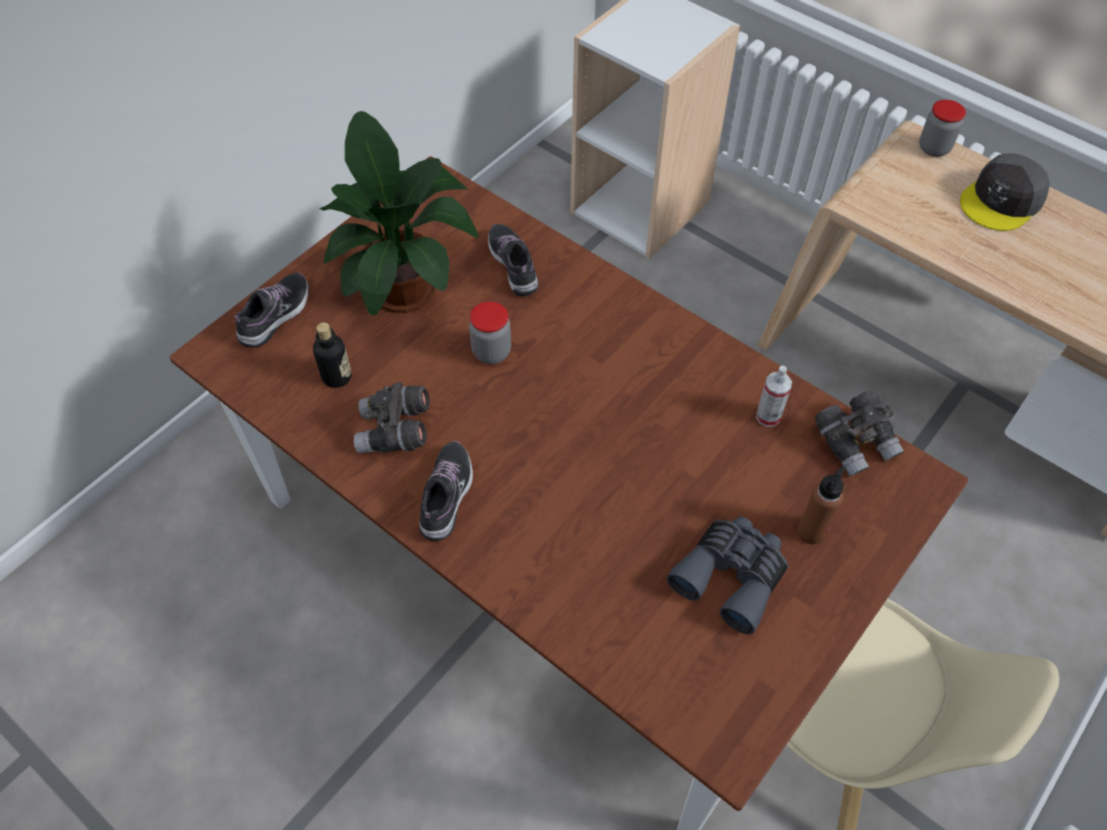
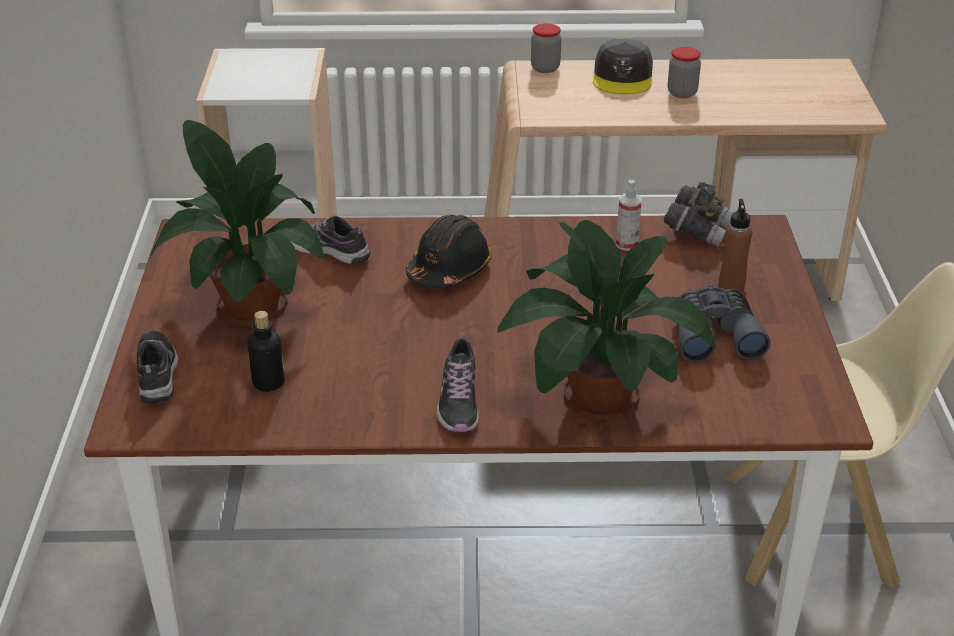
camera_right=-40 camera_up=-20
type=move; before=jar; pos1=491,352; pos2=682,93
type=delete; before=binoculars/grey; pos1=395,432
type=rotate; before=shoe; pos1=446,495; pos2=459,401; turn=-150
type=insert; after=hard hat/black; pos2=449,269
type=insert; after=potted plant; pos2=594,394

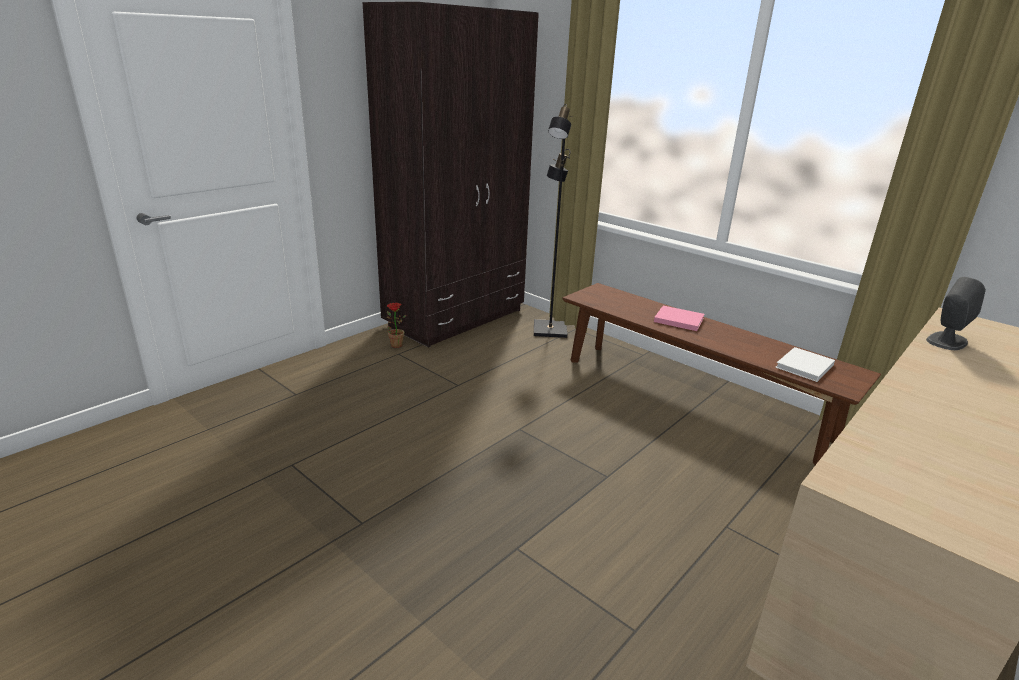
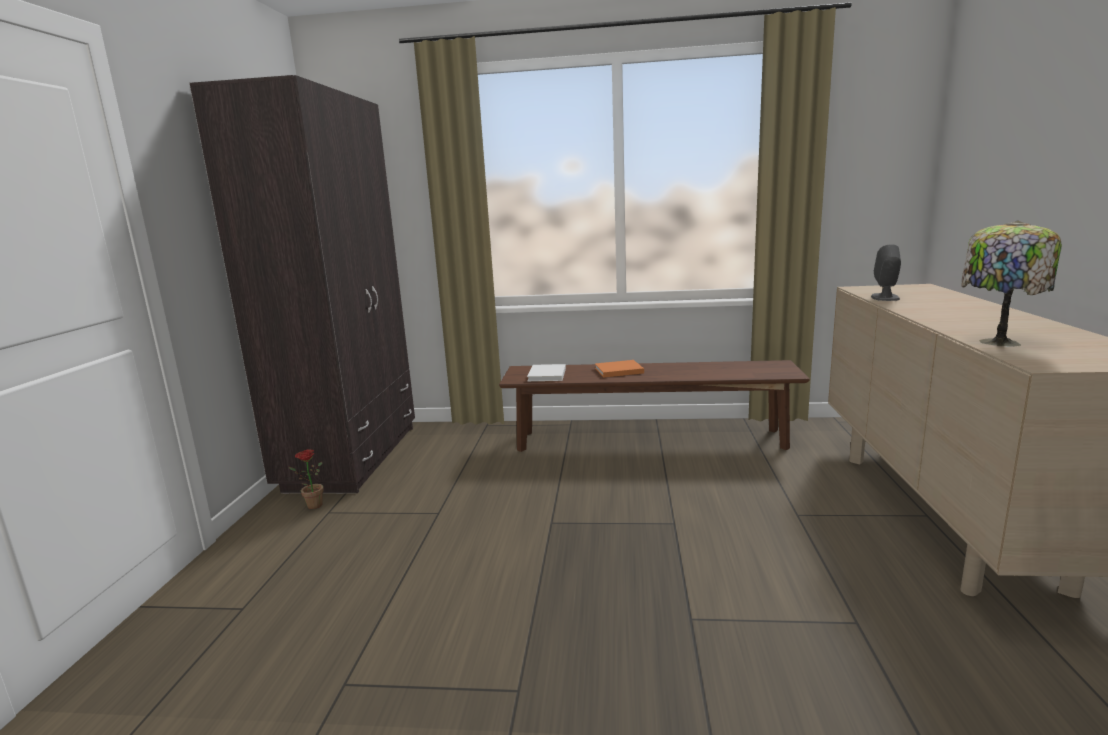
camera_right=-35 camera_up=-10
type=delete; before=floor lamp/black; pos1=550,329
type=recolor; before=book/pink; after=book/orange; pos1=677,319; pos2=617,370
type=move; before=book/white; pos1=804,367; pos2=547,375
type=insert; after=table lamp; pos2=996,342

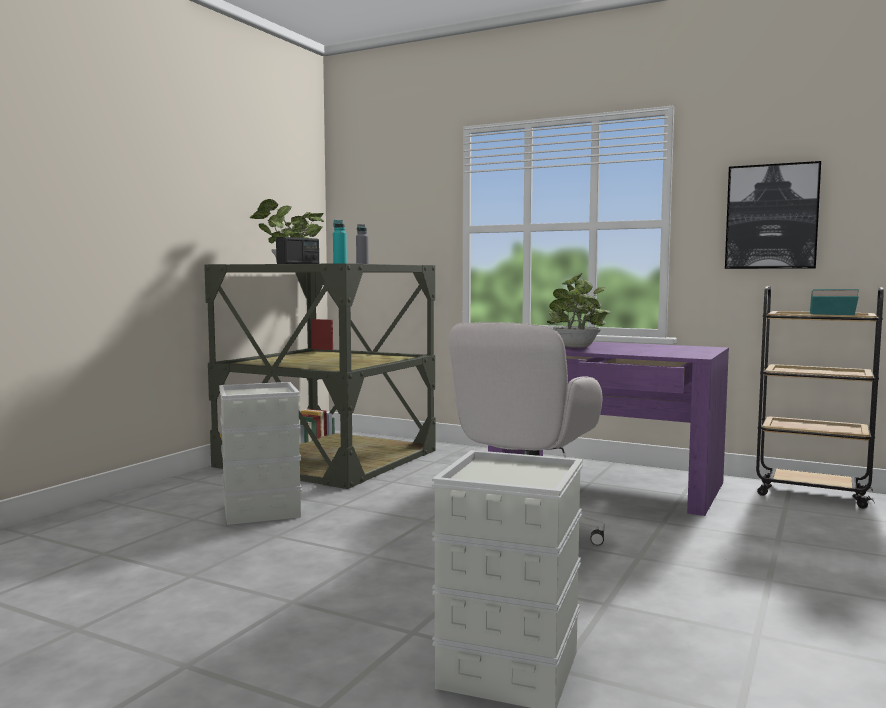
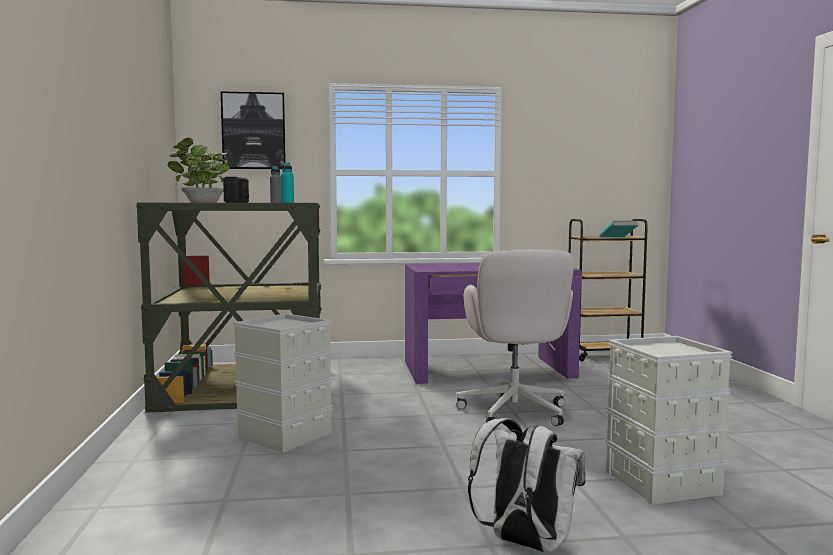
camera_right=-35 camera_up=0
type=move; before=picture; pos1=772,217; pos2=253,131
type=delete; before=potted plant; pos1=576,347
type=insert; after=backpack/white; pos2=525,544

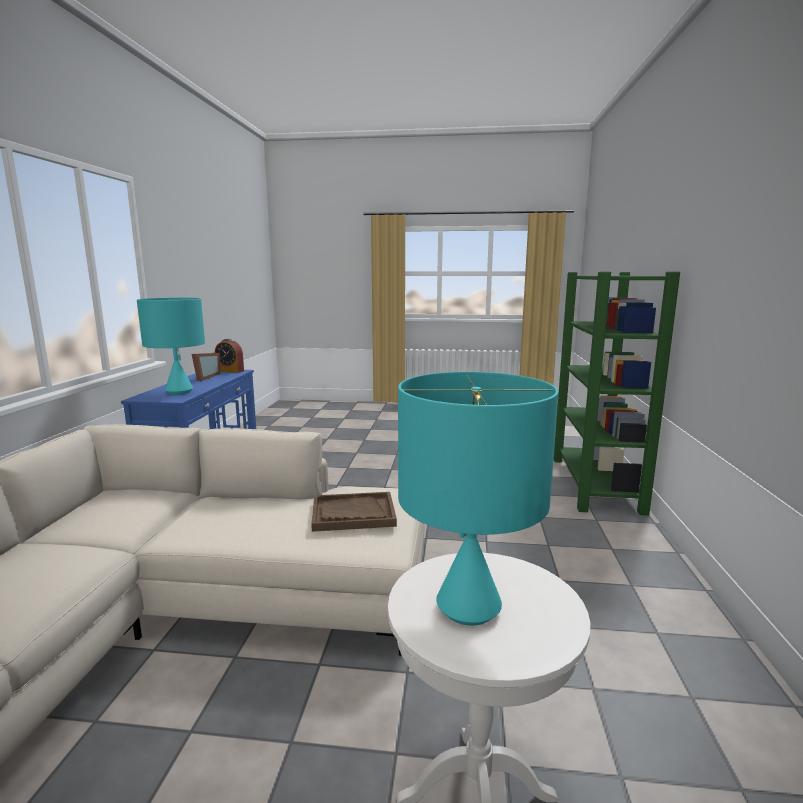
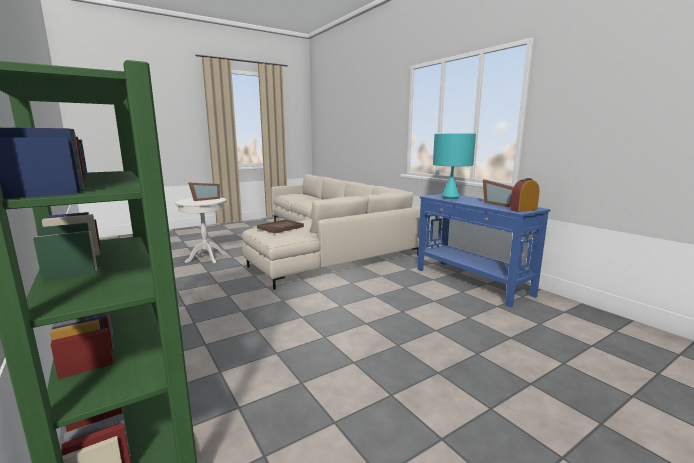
camera_right=140 camera_up=0
type=replace; before=table lamp/turquoise; after=picture frame; pos1=468,609; pos2=204,199

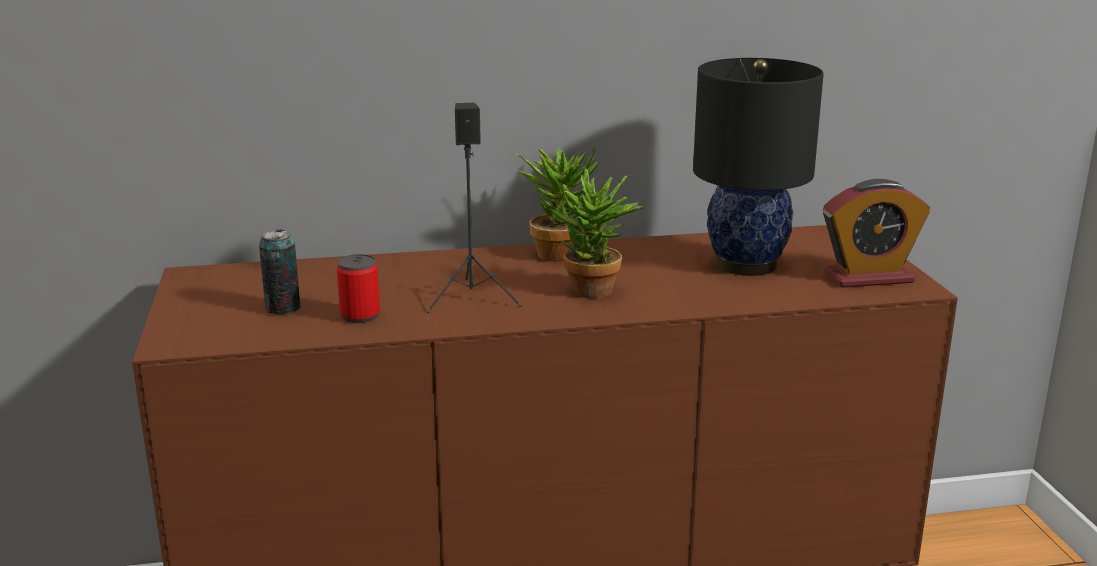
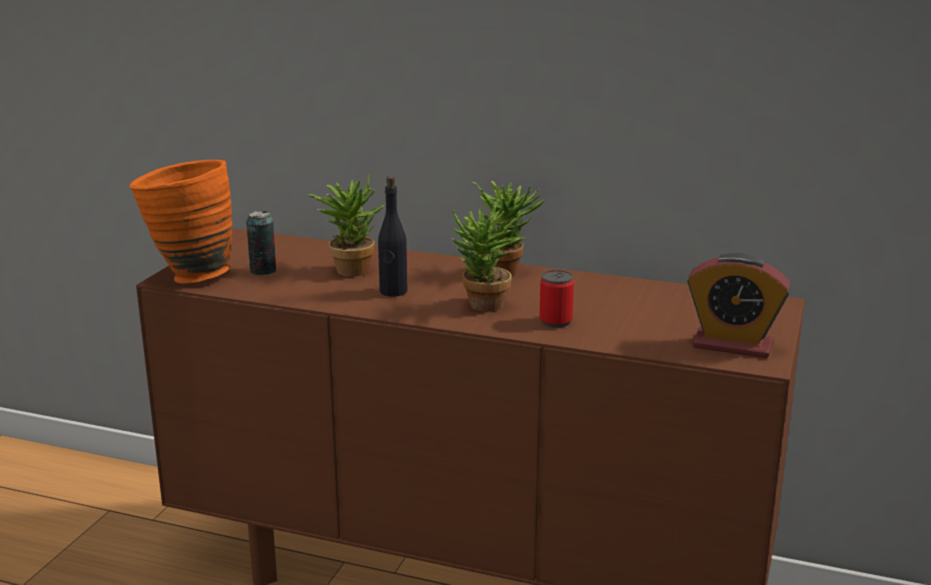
camera_right=30 camera_up=0
type=delete; before=table lamp/black; pos1=746,265
type=replace; before=speaker/black; after=bottle/black; pos1=473,299; pos2=393,292
type=move; before=can; pos1=360,316; pos2=555,321
type=insert; after=vase/orange; pos2=188,276
type=insert; after=potted plant; pos2=349,268

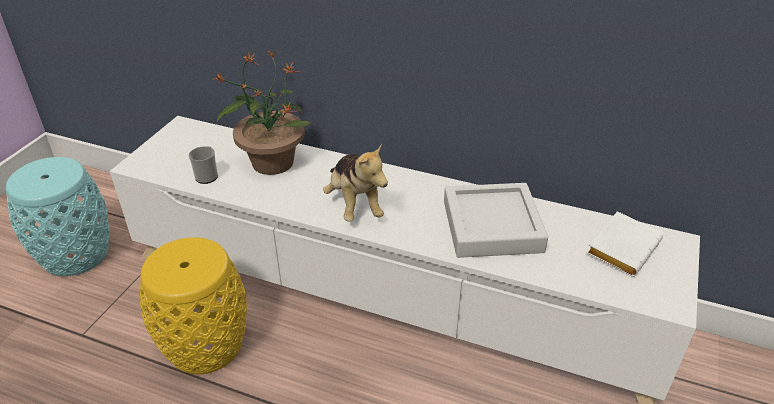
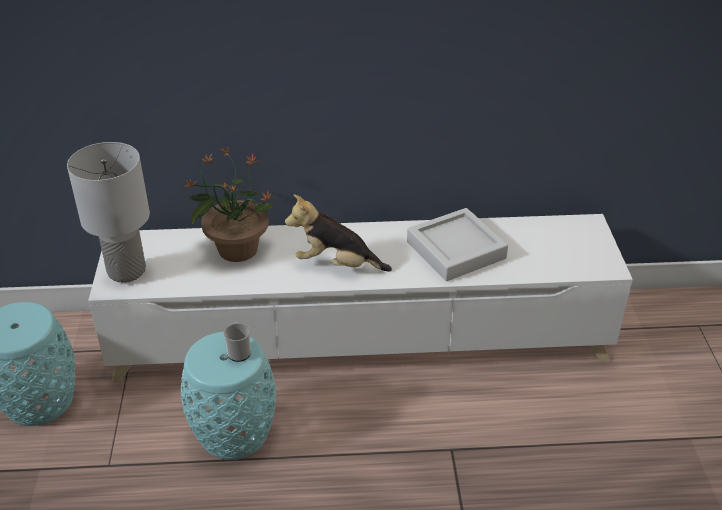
camera_right=-25 camera_up=0
type=rotate; before=plush toy; pos1=354,204; pos2=337,264; turn=150
type=move; before=mug; pos1=207,175; pos2=239,351
type=delete; before=book/white; pos1=621,247
type=recolor; before=stool/yellow; after=stool/turquoise; pos1=206,345; pos2=234,433
type=insert; after=table lamp/grey; pos2=127,274

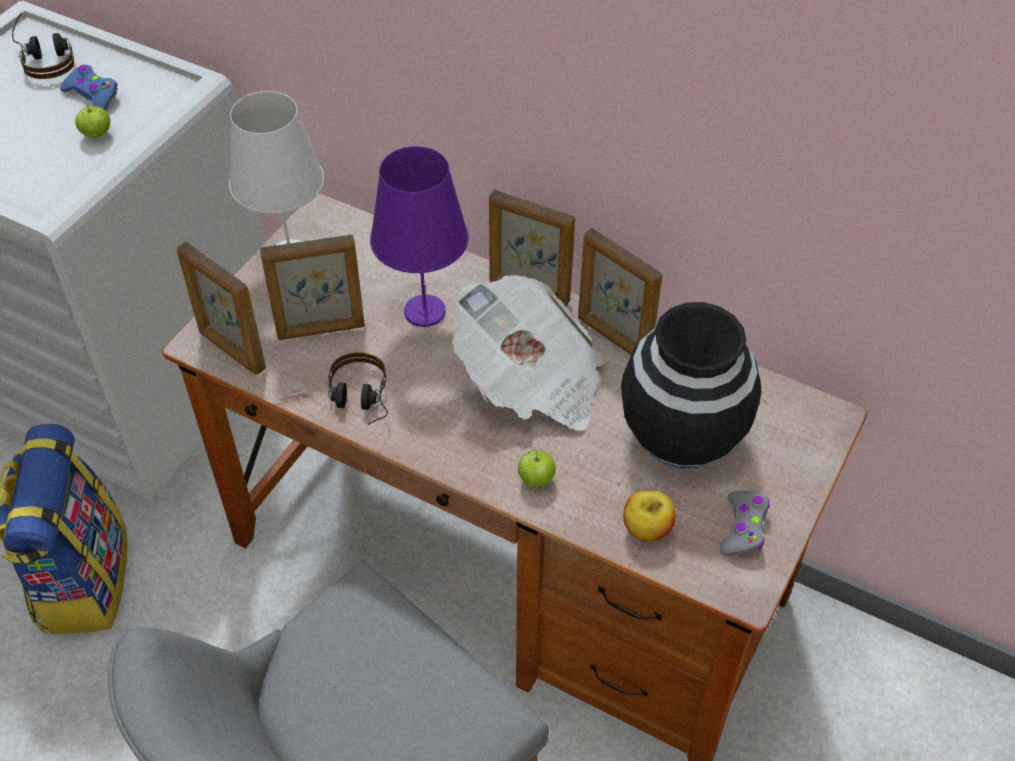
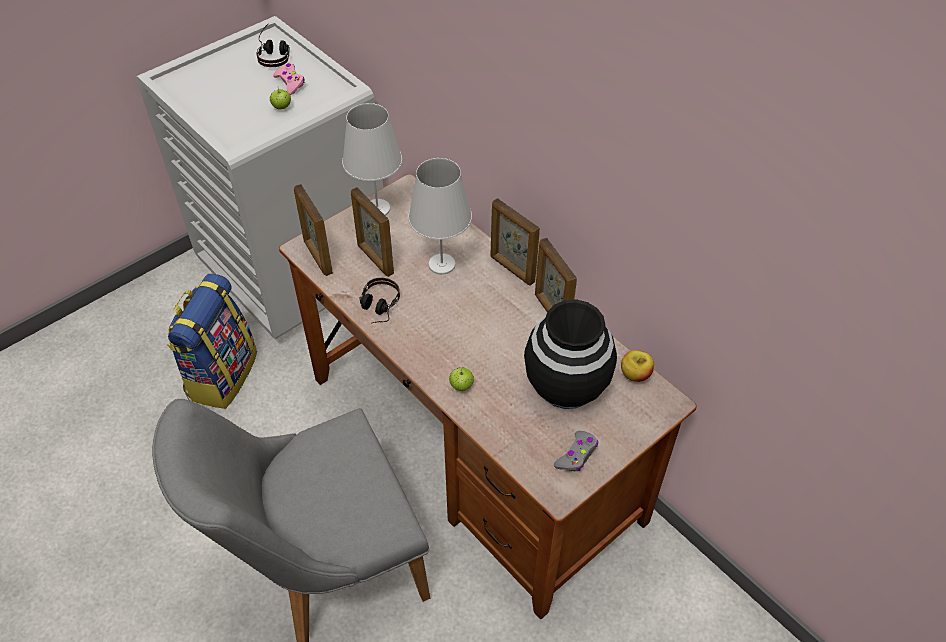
camera_right=20 camera_up=0
type=recolor; before=game controller/blue; after=game controller/pink; pos1=93,95; pos2=290,83
type=recolor; before=table lamp/purple; after=table lamp/white; pos1=425,311; pos2=442,264
type=rotate; before=picture frame; pos1=321,330; pos2=375,259; turn=45
type=delete; before=newspaper; pos1=531,381
type=move; before=apple; pos1=647,528; pos2=635,374

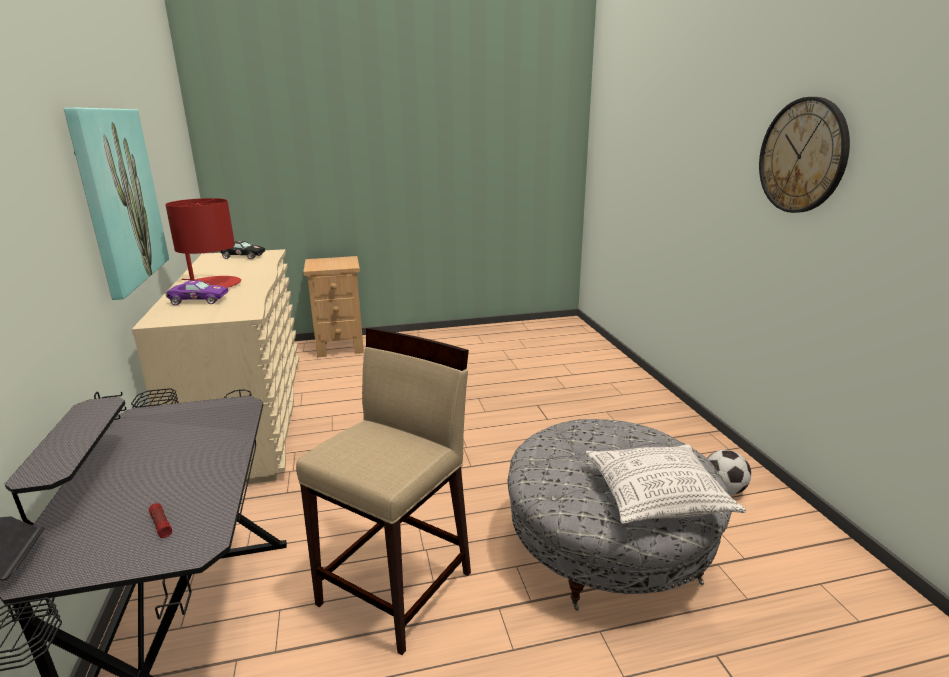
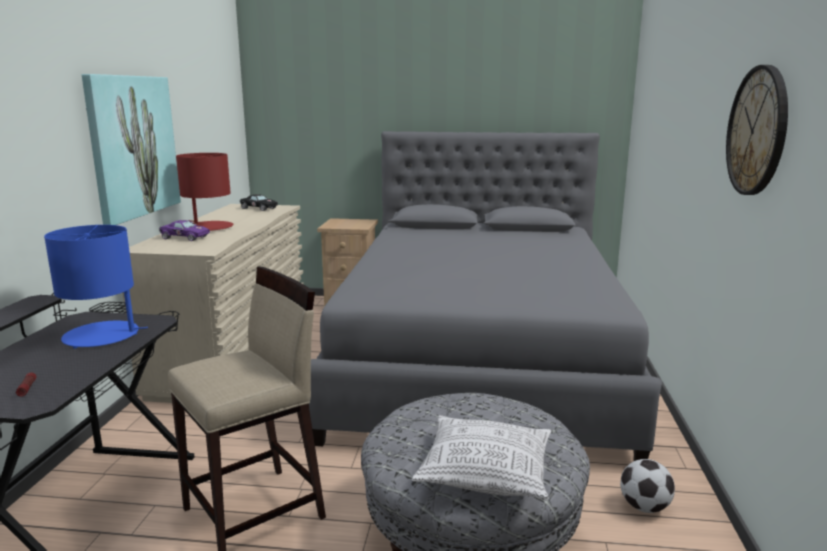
camera_right=20 camera_up=-5
type=insert; after=bed/grey; pos2=480,359
type=insert; after=table lamp/blue; pos2=102,336

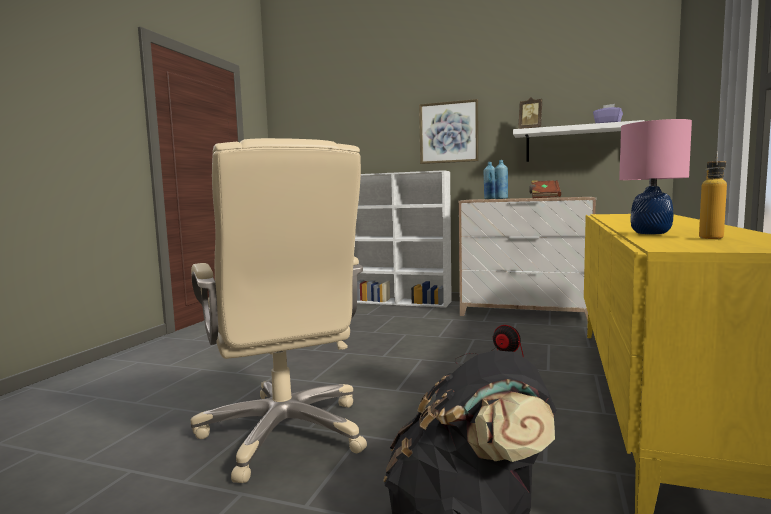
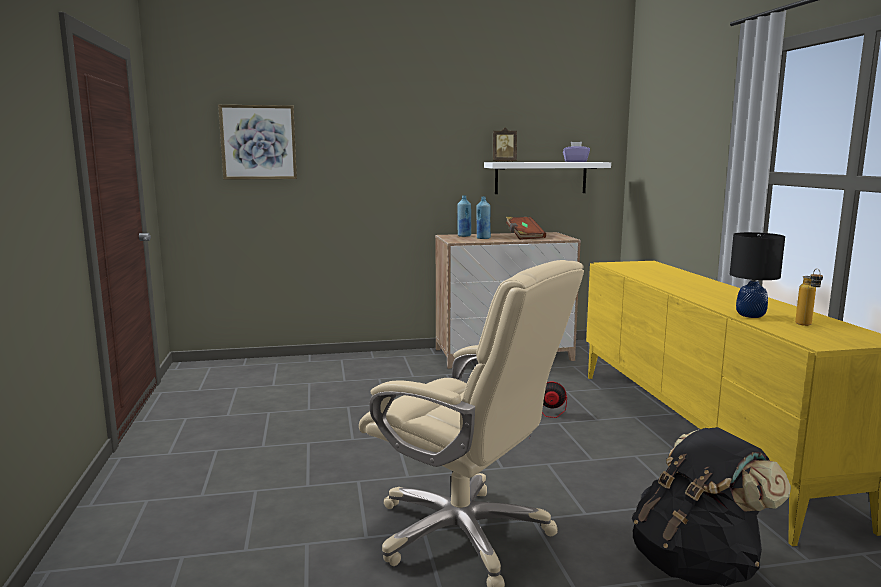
camera_right=-30 camera_up=5
type=move; before=picture; pos1=448,132; pos2=258,142
type=recolor; before=table lamp/pink; after=table lamp/black; pos1=650,233; pos2=750,316
type=delete; before=bookcase/white; pos1=400,302

